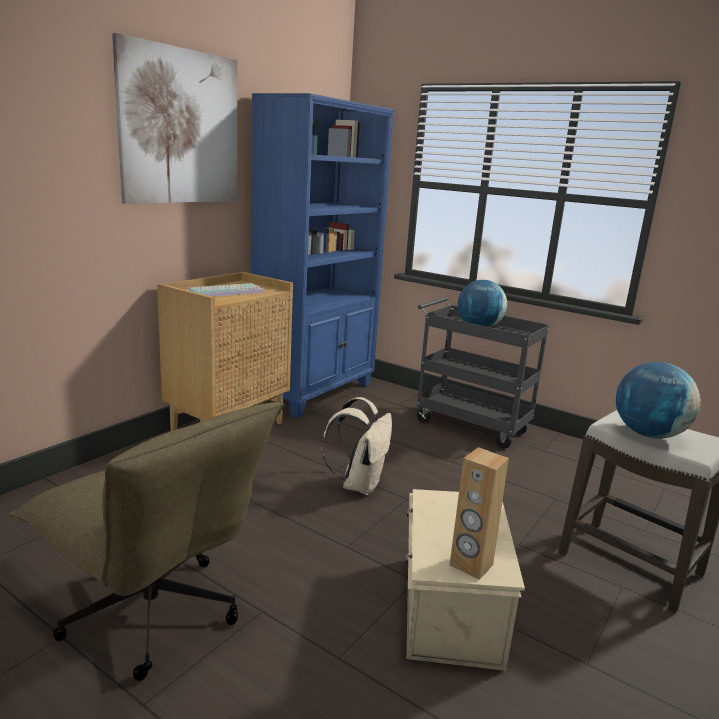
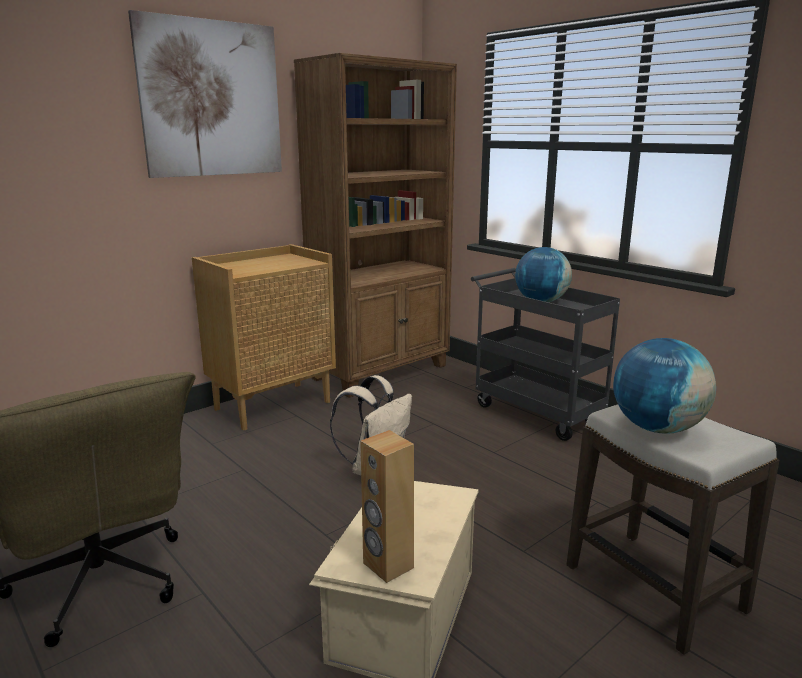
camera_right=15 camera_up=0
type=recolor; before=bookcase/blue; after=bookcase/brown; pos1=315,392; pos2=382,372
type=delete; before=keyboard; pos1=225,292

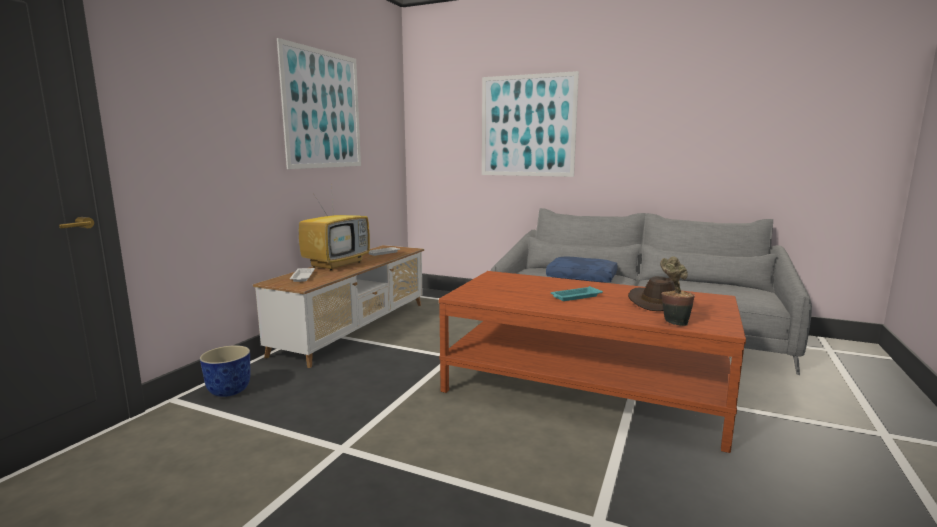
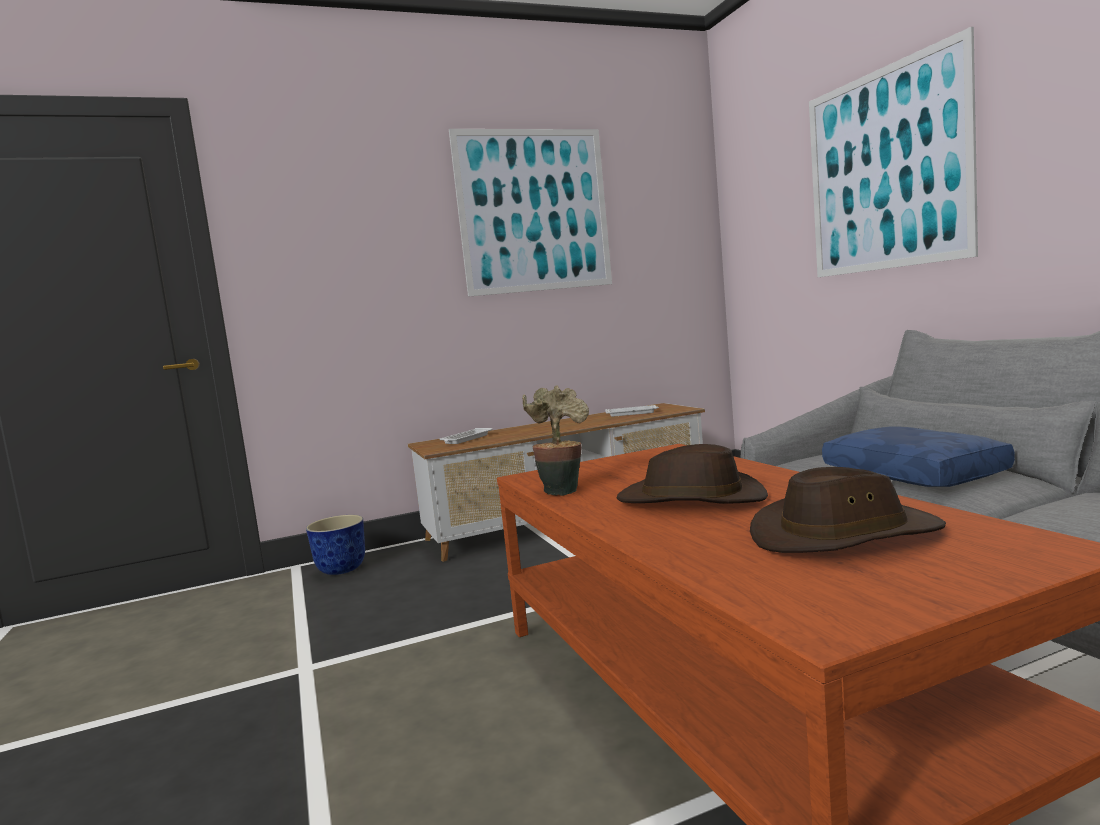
camera_right=45 camera_up=-5
type=delete; before=television; pos1=337,264
type=move; before=potted plant; pos1=673,322; pos2=561,490
type=replace; before=tray/turquoise; after=hat/brown; pos1=575,297; pos2=691,499

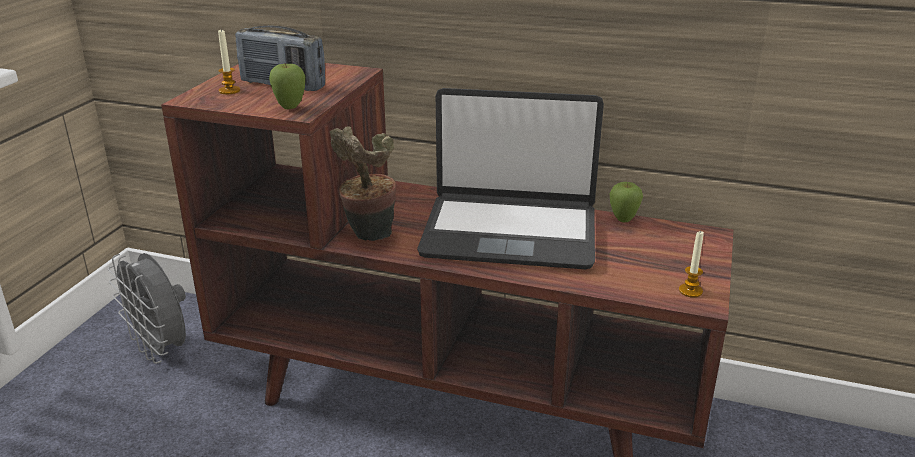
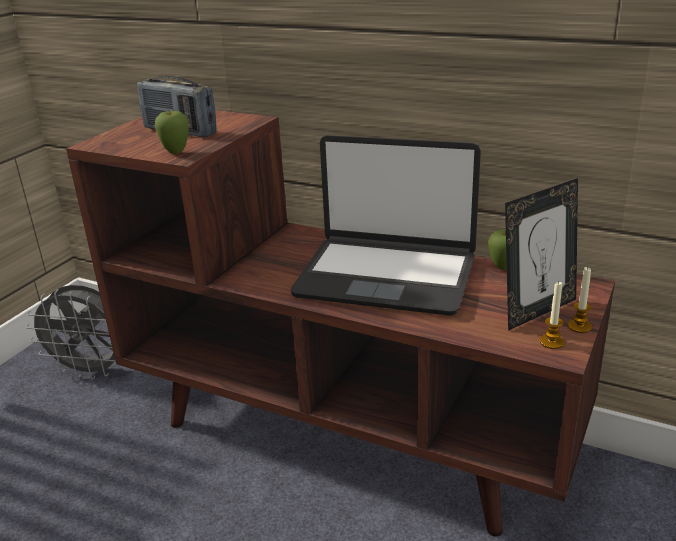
camera_right=10 camera_up=0
type=move; before=candle; pos1=229,91; pos2=579,326
type=delete; before=potted plant; pos1=368,236
type=rotate; before=fan/grey; pos1=161,350; pos2=93,370; turn=-45
type=insert; after=picture frame; pos2=537,311

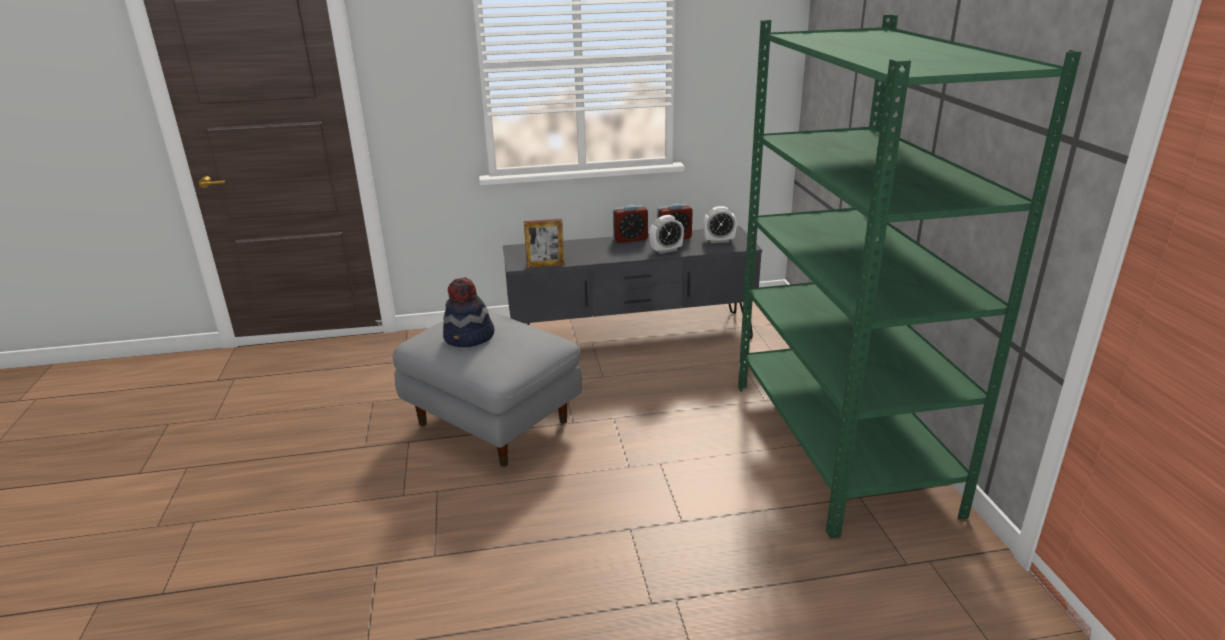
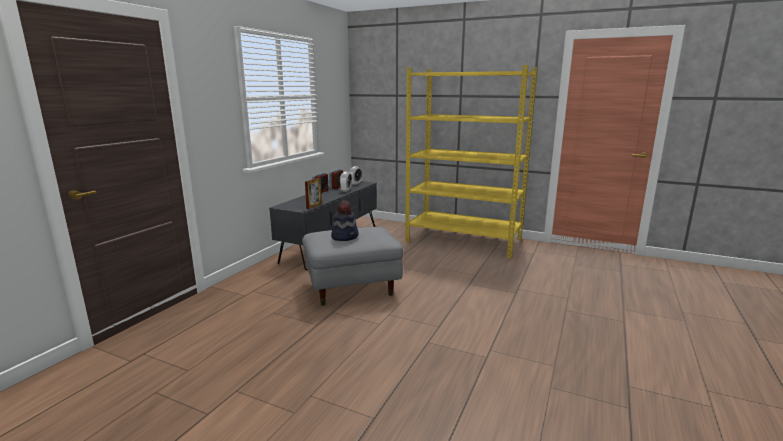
camera_right=-55 camera_up=-10
type=recolor; before=bookcase/green; after=bookcase/yellow; pos1=838,445; pos2=463,240

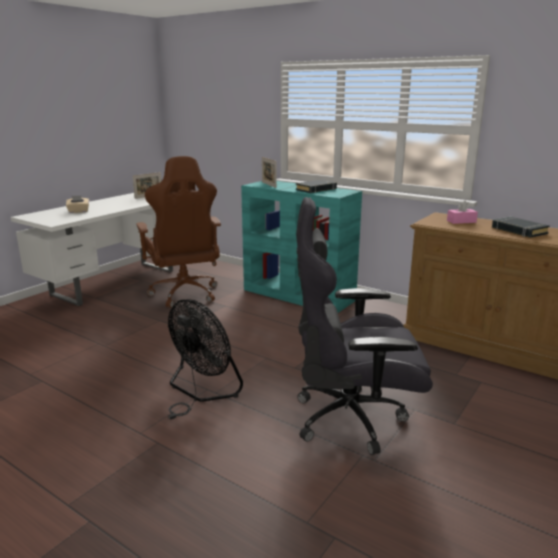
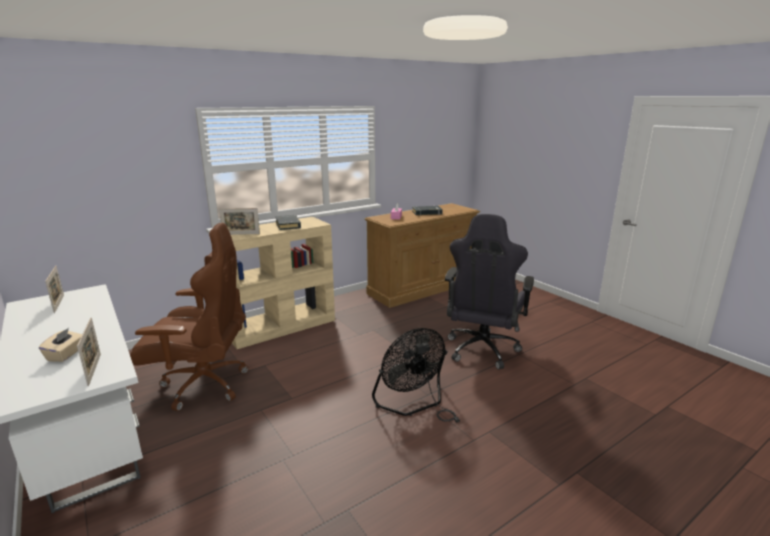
camera_right=-70 camera_up=0
type=recolor; before=bookcase/turquoise; after=bookcase/beige; pos1=299,294; pos2=280,326
type=insert; after=picture frame; pos2=94,369

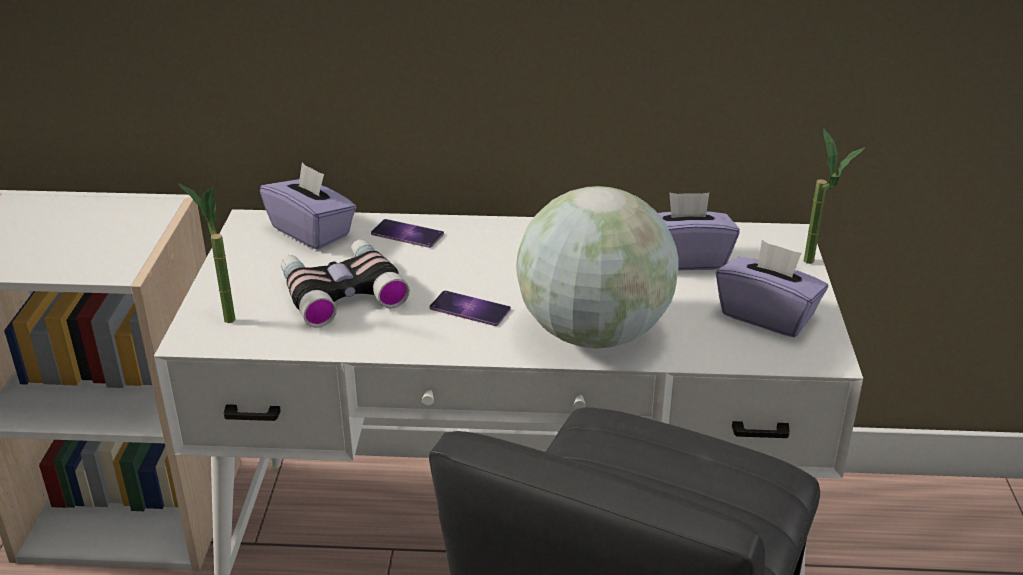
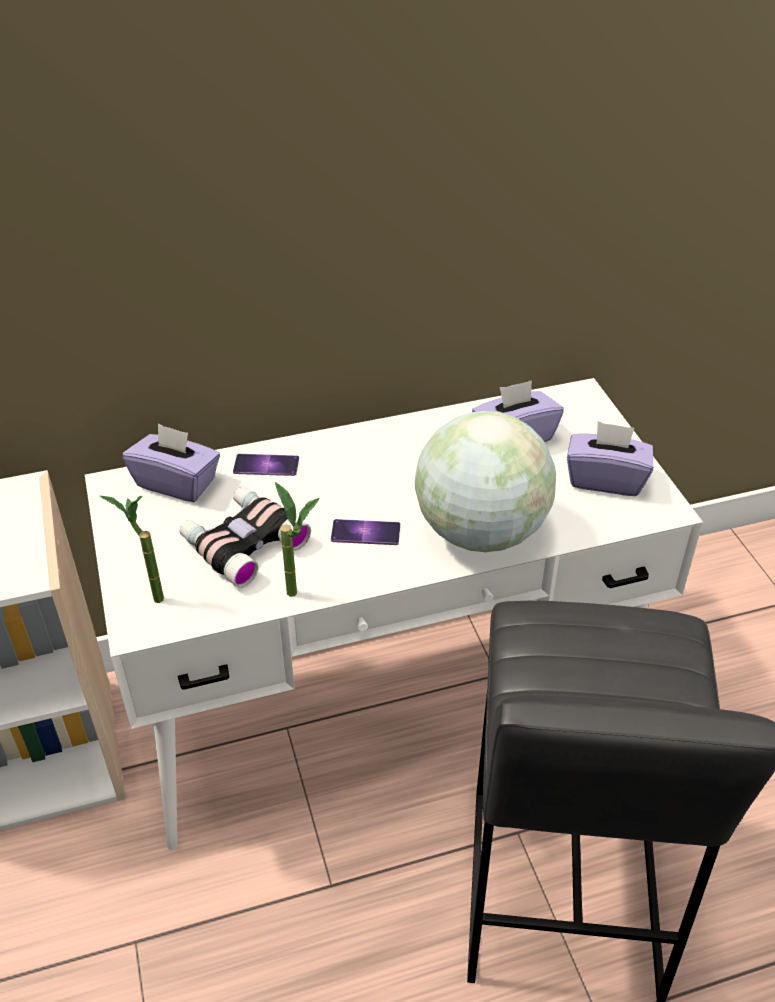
camera_right=-20 camera_up=10
type=move; before=potted plant; pos1=818,265; pos2=301,596

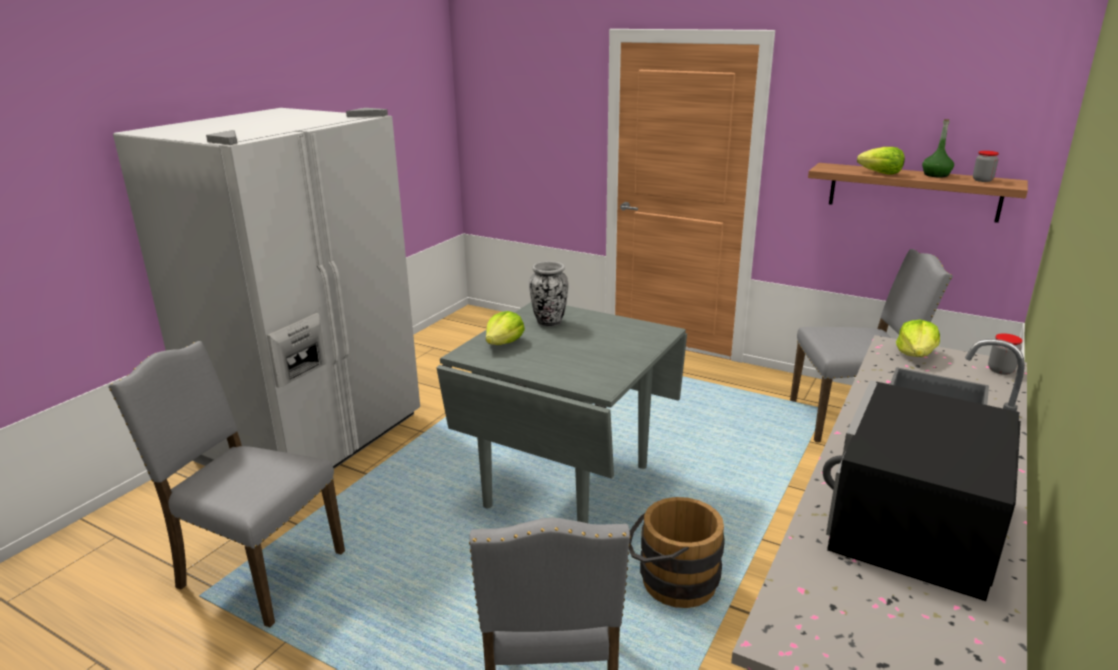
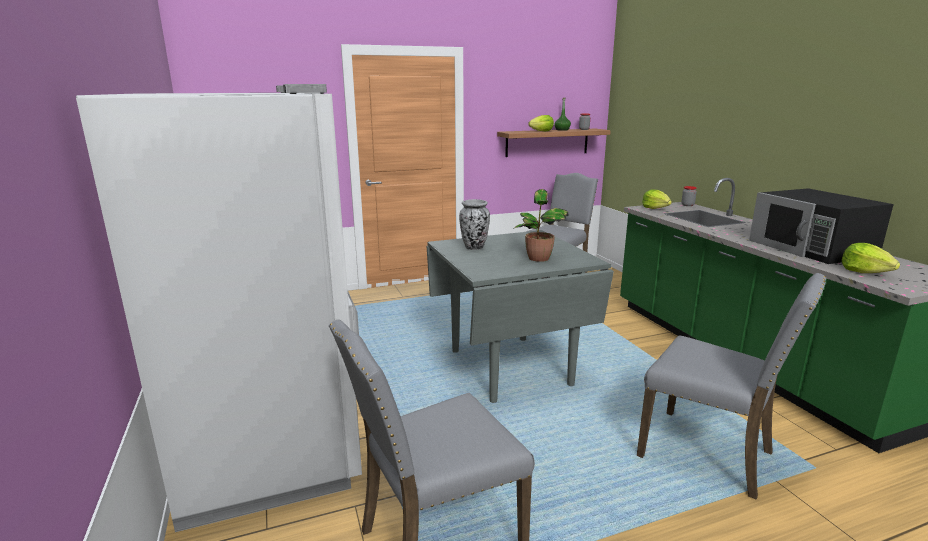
camera_right=-50 camera_up=-5
type=move; before=lettuce; pos1=504,343; pos2=865,272
type=delete; before=bucket/brown; pos1=671,581
type=insert; after=potted plant; pos2=539,259

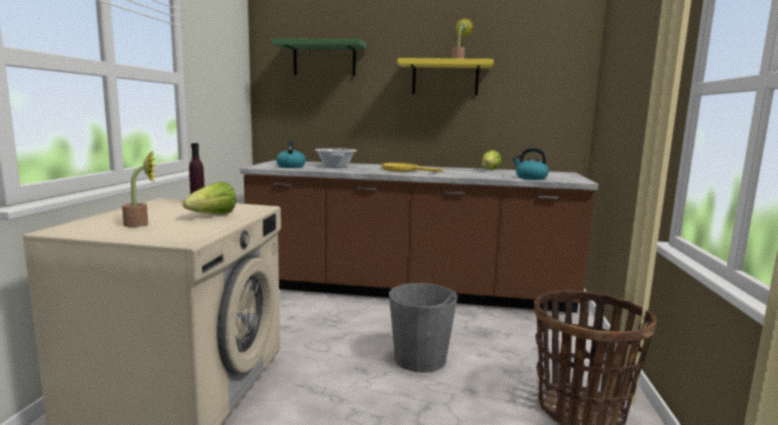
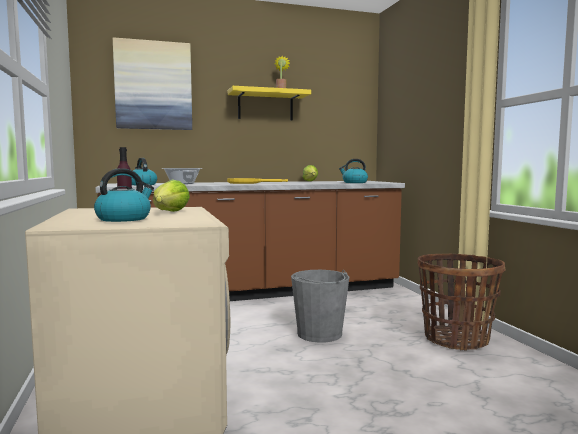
camera_right=-25 camera_up=-5
type=replace; before=shelf/green; after=picture; pos1=324,59; pos2=153,85
type=replace; before=potted plant; after=kettle; pos1=141,224; pos2=124,219

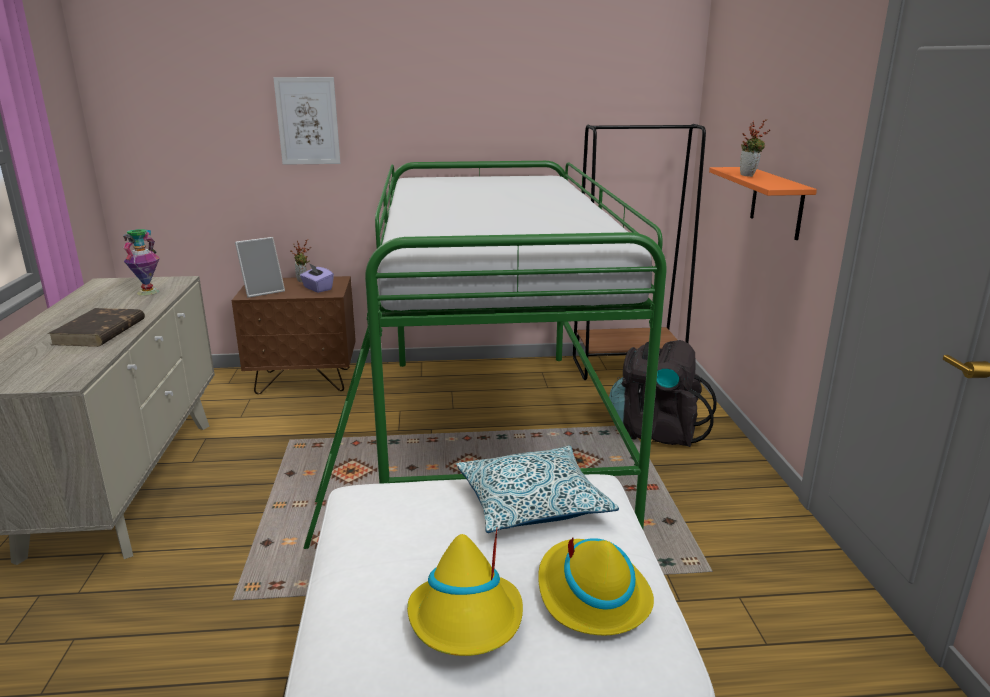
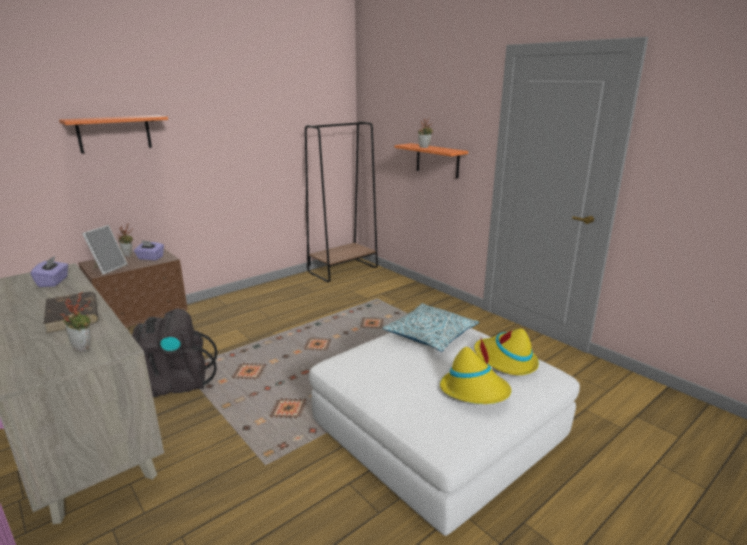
camera_right=-35 camera_up=0
type=replace; before=picture; after=shelf/orange; pos1=308,121; pos2=114,133
type=delete; before=bed/green; pos1=490,435
type=replace; before=vase; after=tissue box/purple; pos1=147,292; pos2=53,282
type=move; before=backpack/black; pos1=656,432; pos2=175,383
type=insert; after=potted plant; pos2=84,347

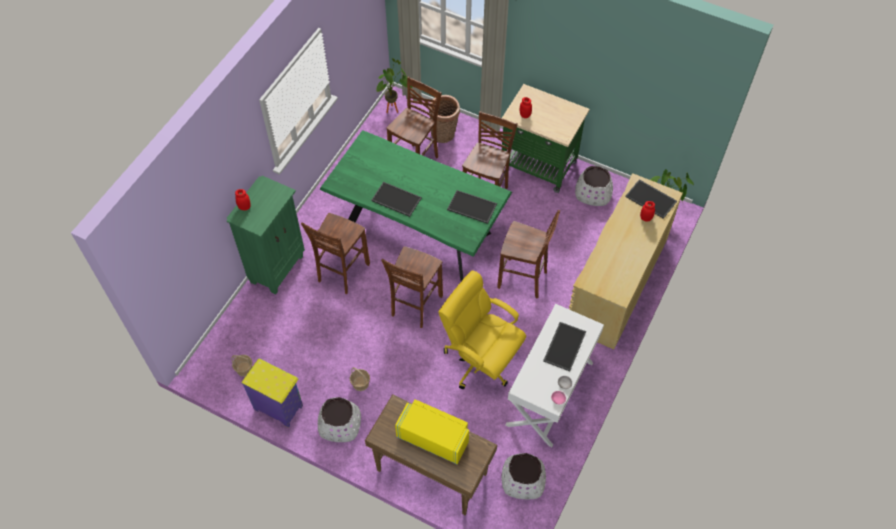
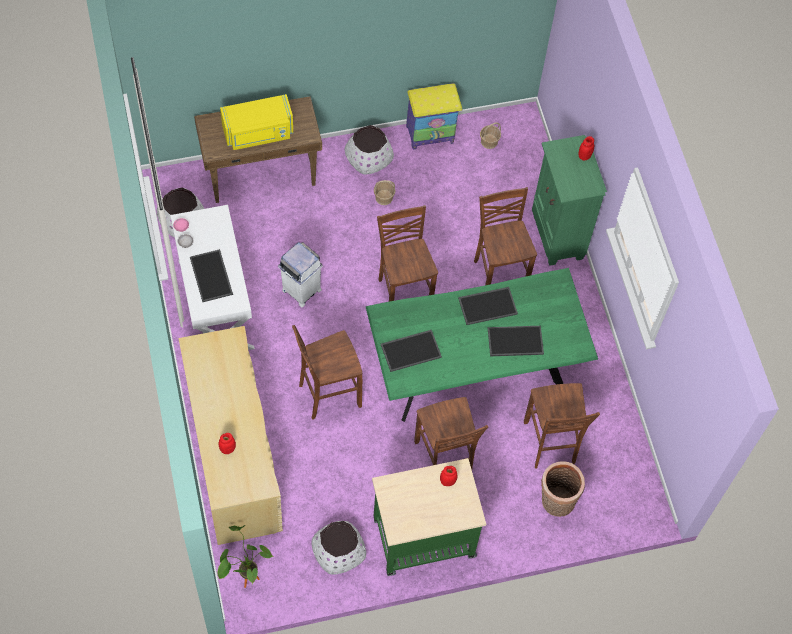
camera_right=135 camera_up=5
type=delete; before=potted plant; pos1=395,109
type=move; before=tray; pos1=651,199; pos2=515,342
type=replace; before=office chair/yellow; after=trash can/white; pos1=480,360; pos2=301,289

